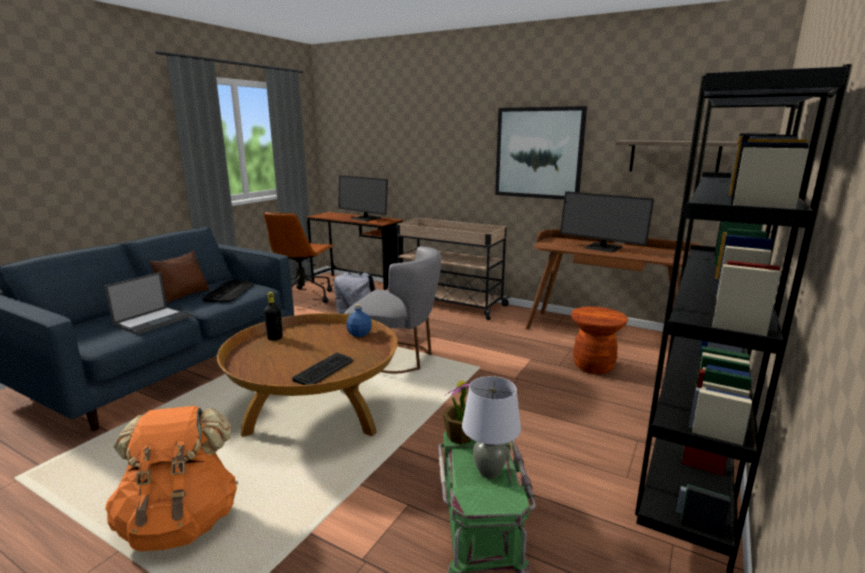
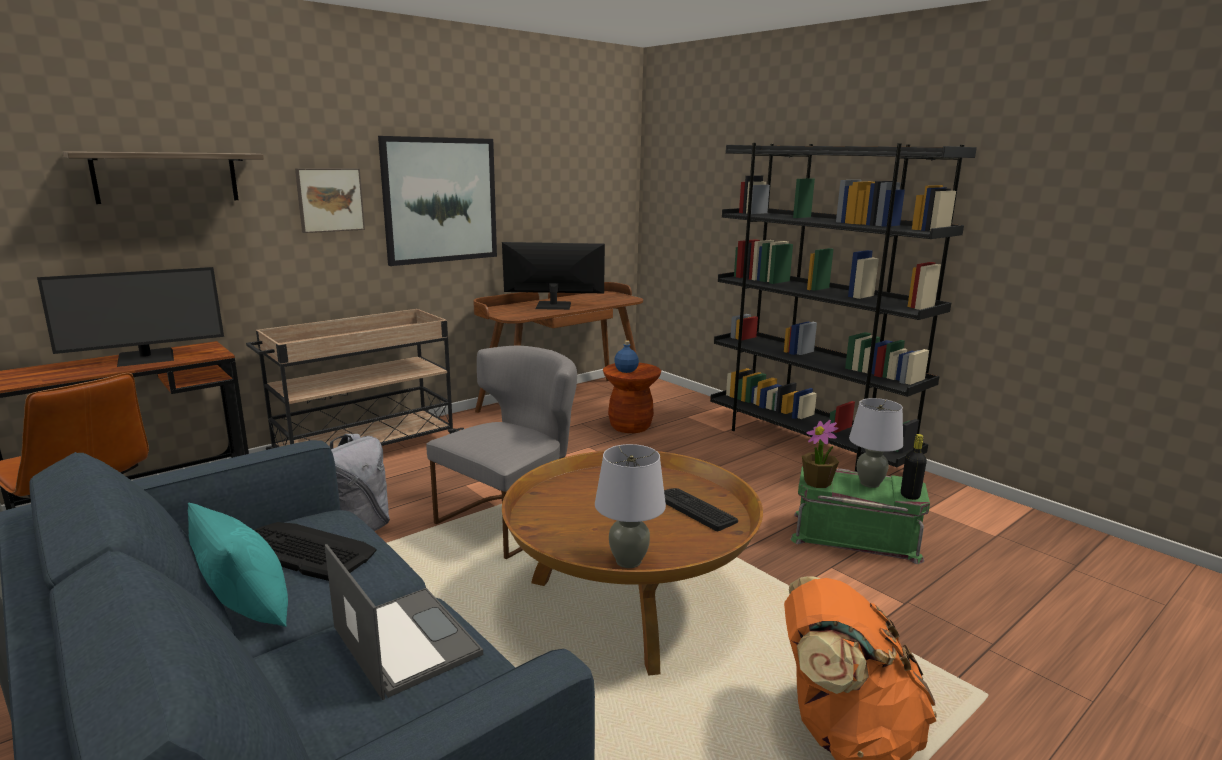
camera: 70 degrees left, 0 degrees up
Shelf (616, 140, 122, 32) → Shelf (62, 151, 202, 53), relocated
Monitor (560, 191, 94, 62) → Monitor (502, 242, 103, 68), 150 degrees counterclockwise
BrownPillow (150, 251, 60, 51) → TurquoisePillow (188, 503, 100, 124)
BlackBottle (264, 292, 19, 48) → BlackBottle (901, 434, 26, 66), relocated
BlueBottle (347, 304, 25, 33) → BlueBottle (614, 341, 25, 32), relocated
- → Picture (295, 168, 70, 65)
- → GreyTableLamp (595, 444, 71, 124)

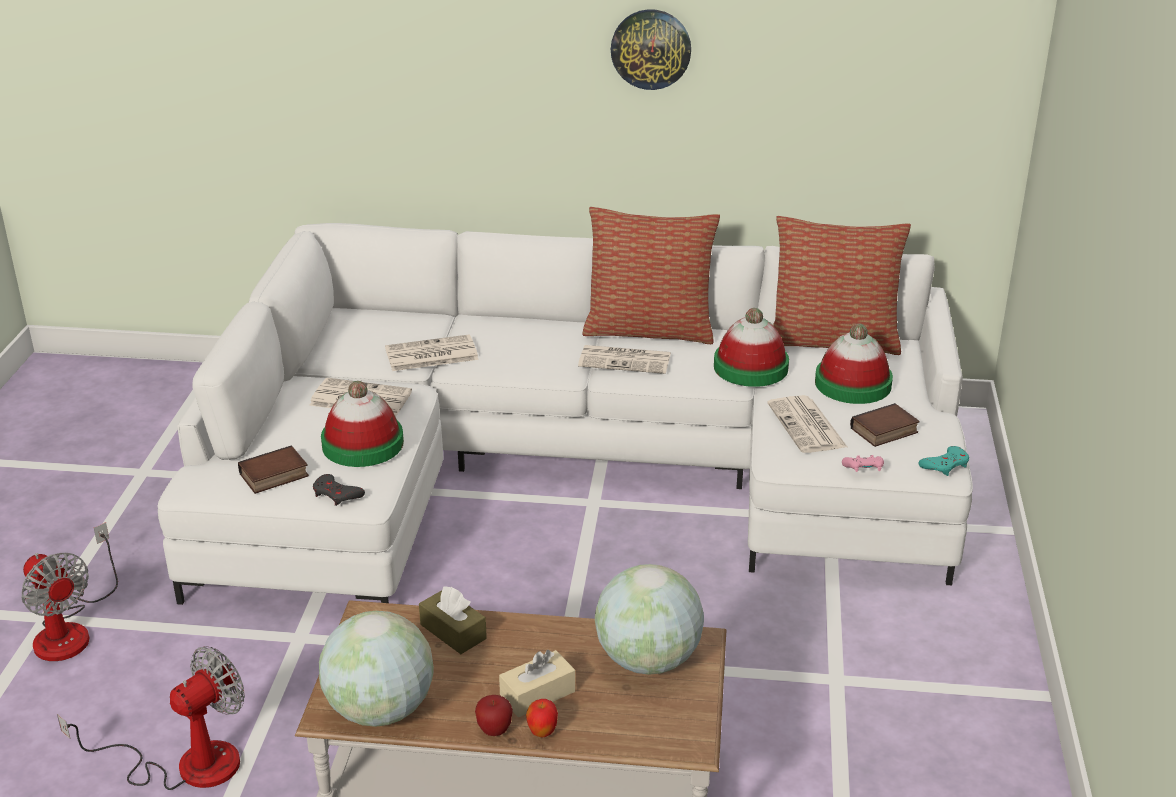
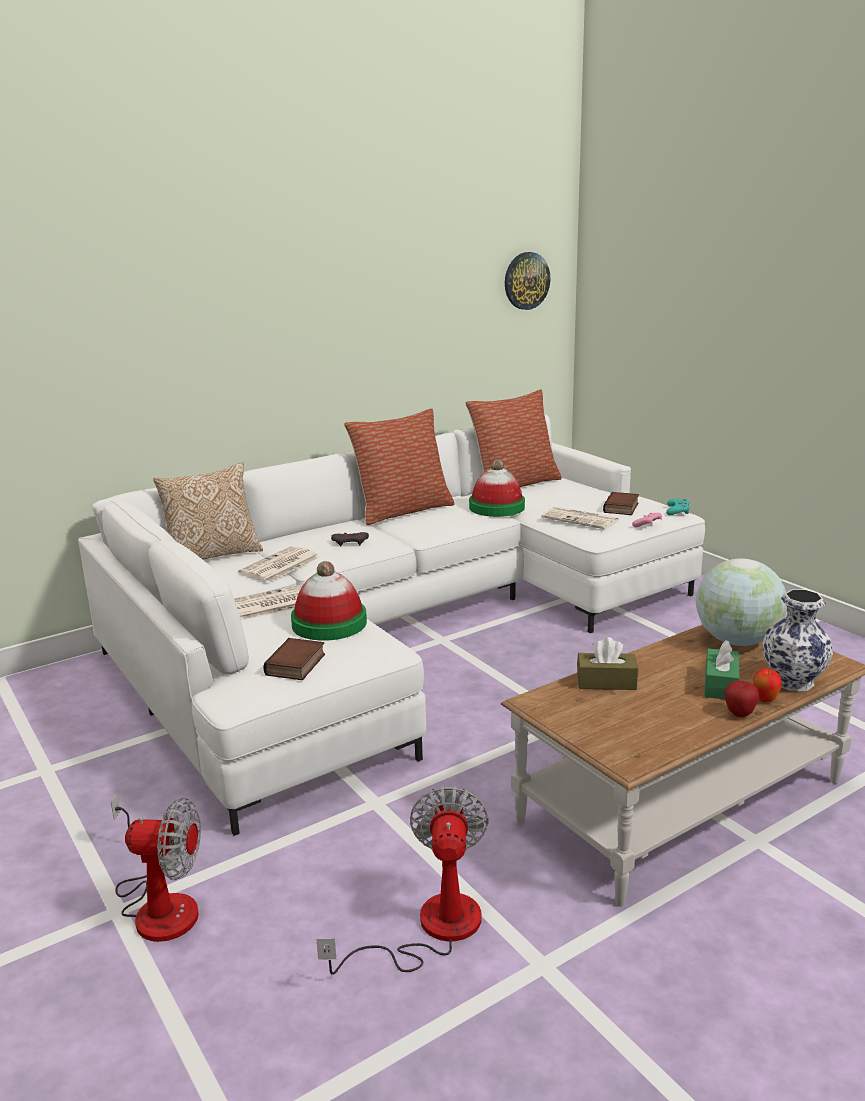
camera: 40 degrees left, 10 degrees down
WallClock (611, 9, 80, 81) → WallClock (505, 252, 45, 58), relocated
Hat (815, 323, 78, 81) → -
Newspaper (578, 345, 93, 29) → -
GreyGameController (313, 474, 52, 32) → GreyGameController (331, 532, 38, 14), relocated
Globe (319, 611, 115, 116) → -
BeigeTissueBox (499, 650, 76, 67) → GreenTissueBox (704, 640, 35, 59)
- → Pillow (153, 462, 110, 98)
- → Vase (762, 589, 71, 102)

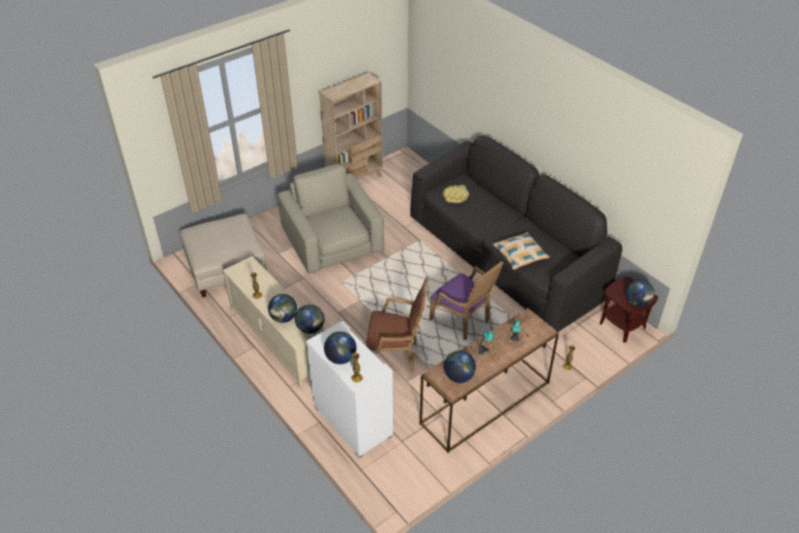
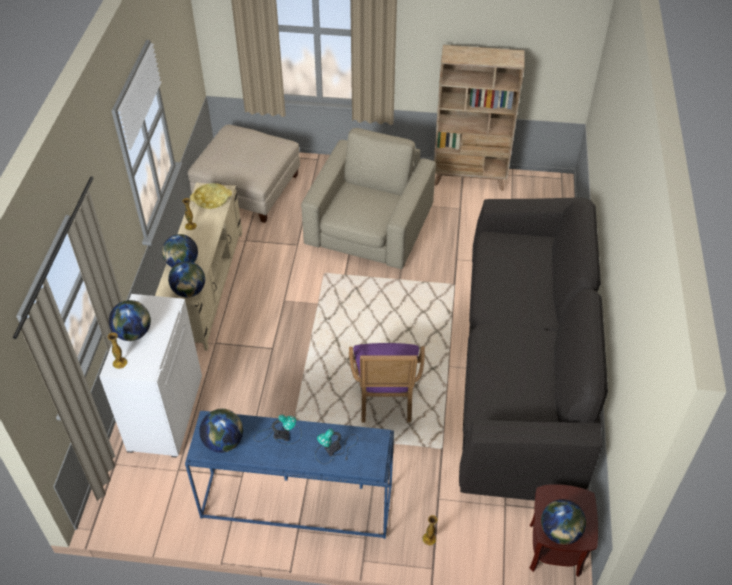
camera: 45 degrees right, 5 degrees up
YellowTray (443, 185, 26, 18) → YellowTray (190, 183, 42, 26), relocated
Pillow (492, 232, 58, 38) → -
BrownArmchair (366, 279, 62, 92) → -
BrownConsoleTable (420, 308, 139, 145) → BlueConsoleTable (185, 411, 209, 128)

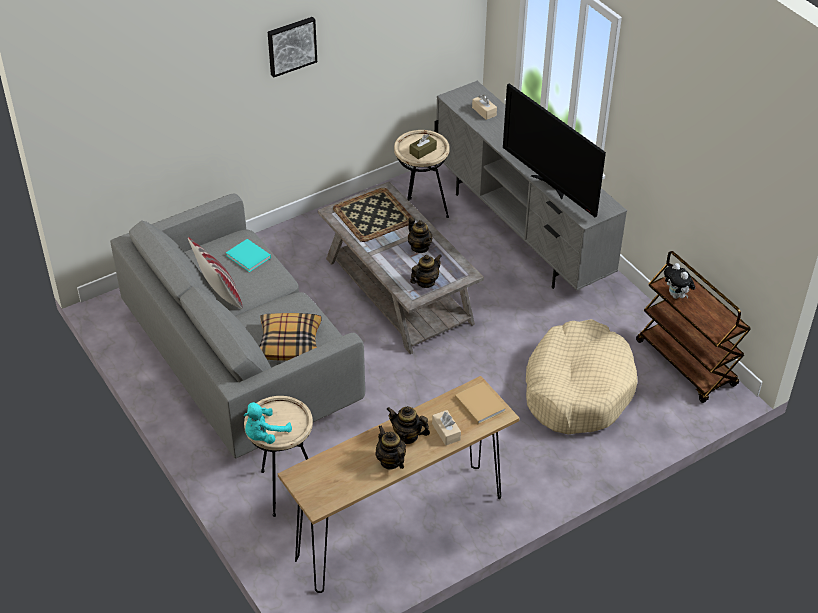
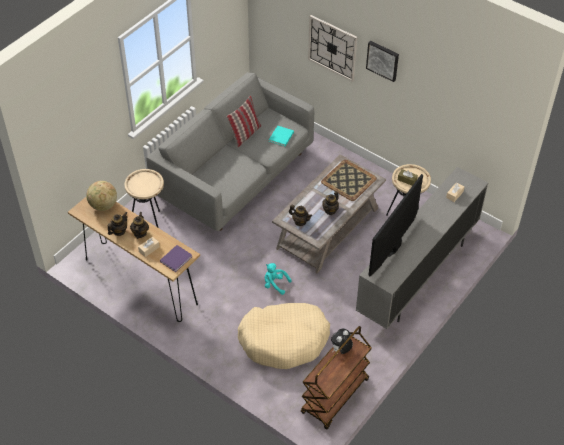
camera: 70 degrees right, 5 degrees up
Pillow (259, 313, 63, 48) → -
BeigeBook (455, 382, 51, 42) → PurpleBook (160, 245, 32, 27)
TurquoisePlushToy (244, 402, 48, 42) → TurquoisePlushToy (265, 263, 26, 32), relocated
- → WallClock (308, 15, 49, 67)
- → Globe (86, 181, 31, 30)

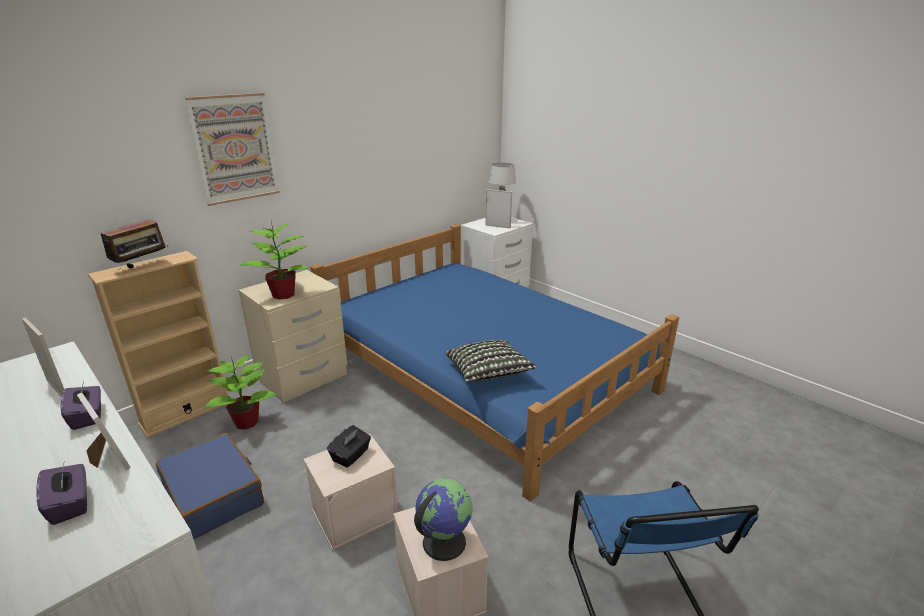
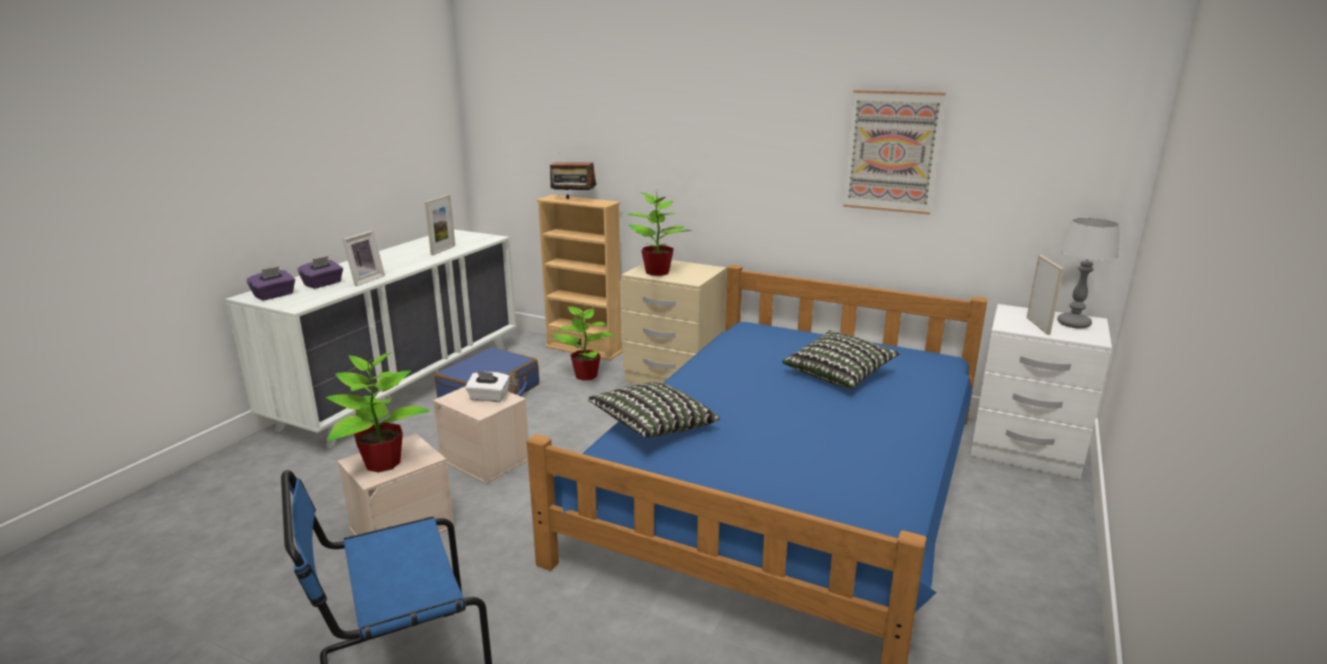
camera: 70 degrees right, 5 degrees down
Picture (185, 93, 95, 113) → Picture (843, 90, 103, 125), relocated
PurpleTissueBox (61, 381, 40, 49) → PurpleTissueBox (247, 267, 48, 33), relocated
BlackTissueBox (327, 425, 44, 43) → WhiteTissueBox (465, 371, 45, 31)
Globe (414, 478, 59, 83) → PottedPlant (326, 352, 103, 120)
- → Pillow (782, 330, 118, 59)

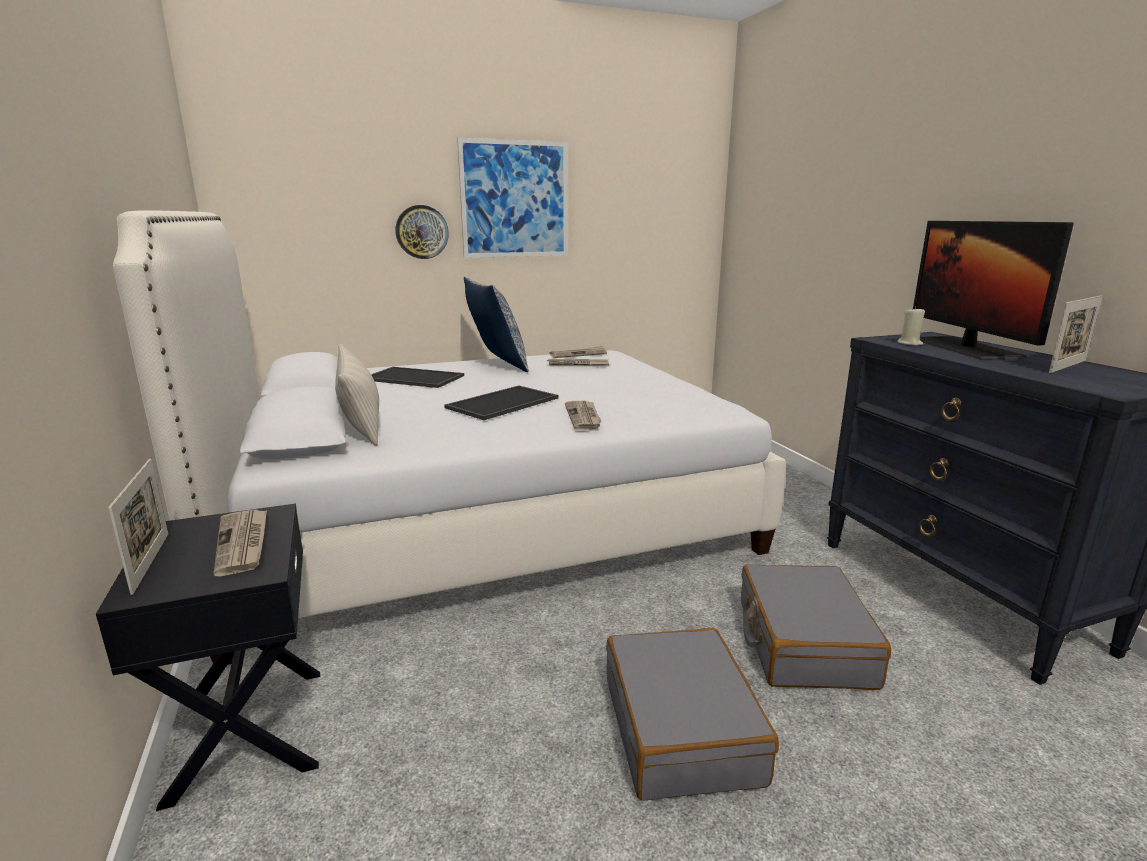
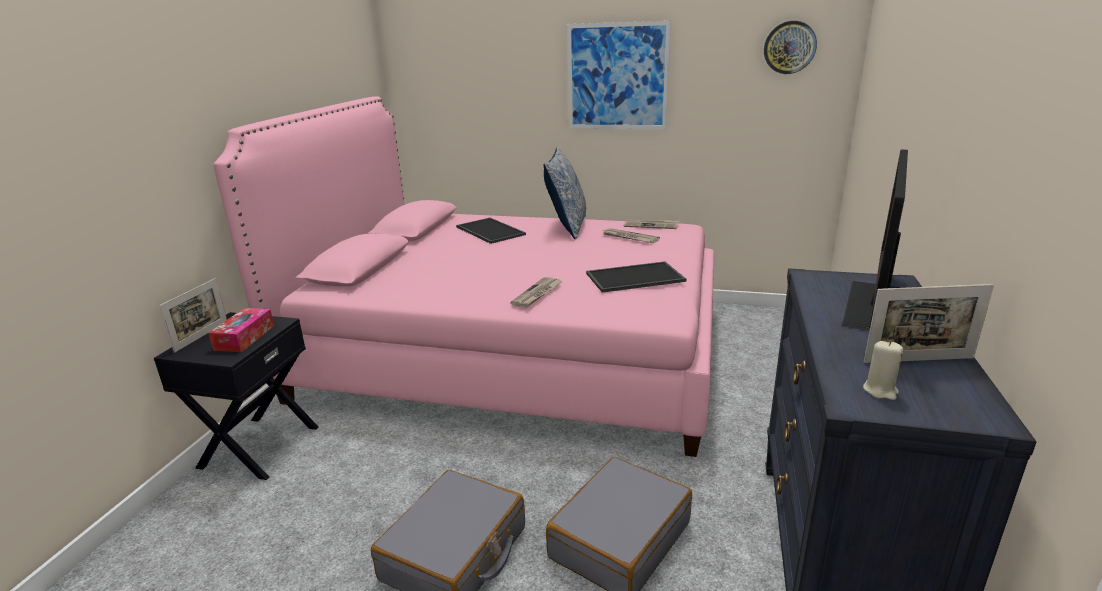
camera: 35 degrees right, 5 degrees up
WallClock (395, 205, 54, 54) → WallClock (764, 21, 53, 53), relocated
WhiteBed (113, 210, 673, 455) → PinkBed (213, 96, 501, 361)
BeigeCandle (898, 307, 27, 39) → BeigeCandle (863, 341, 41, 59), relocated
BeigePillow (335, 344, 44, 102) → -
Tray (444, 385, 114, 35) → Tray (586, 261, 100, 32), relocated
Newspaper (213, 509, 54, 67) → TissueBox (209, 308, 65, 44)

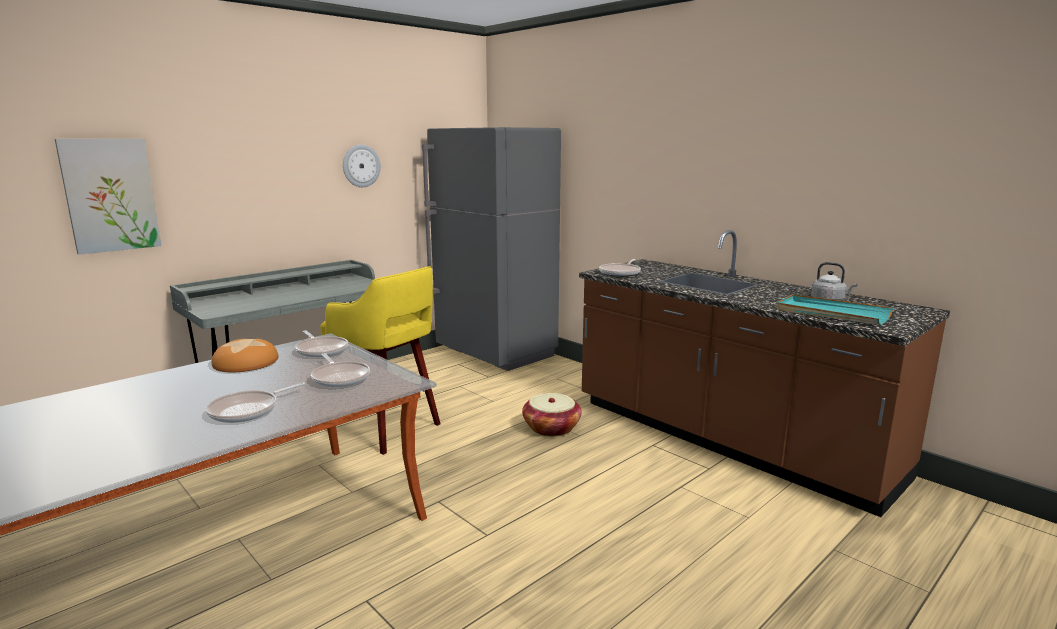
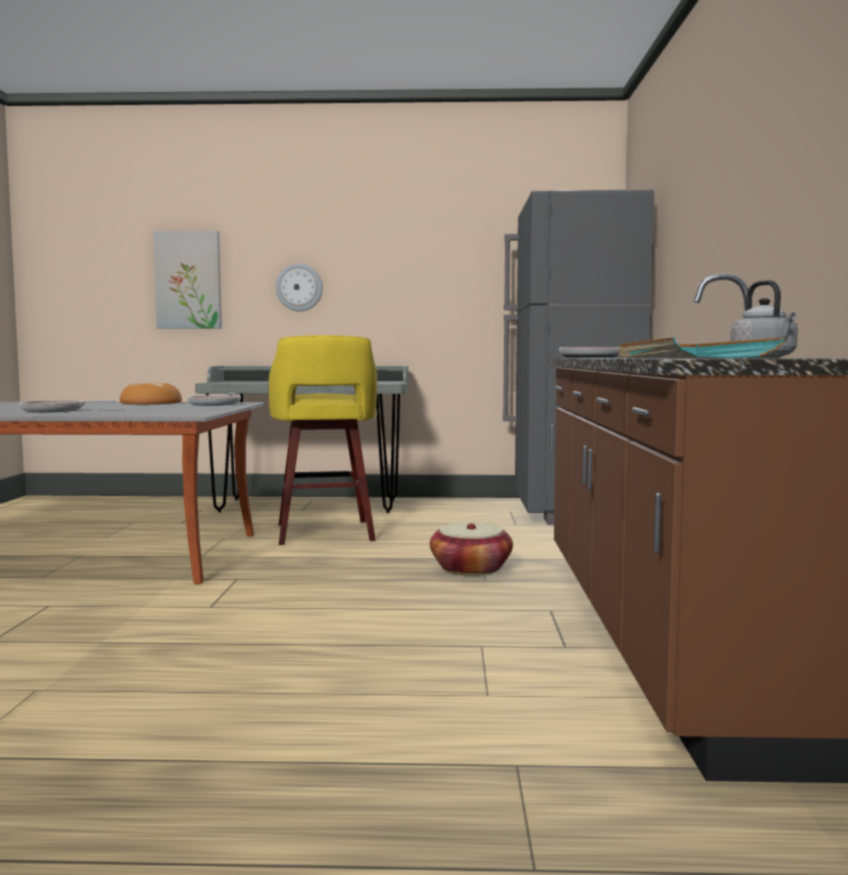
camera: 45 degrees right, 10 degrees down
WallClock (343, 145, 38, 42) → WallClock (276, 263, 47, 48), relocated
FryingPan (311, 353, 59, 35) → -

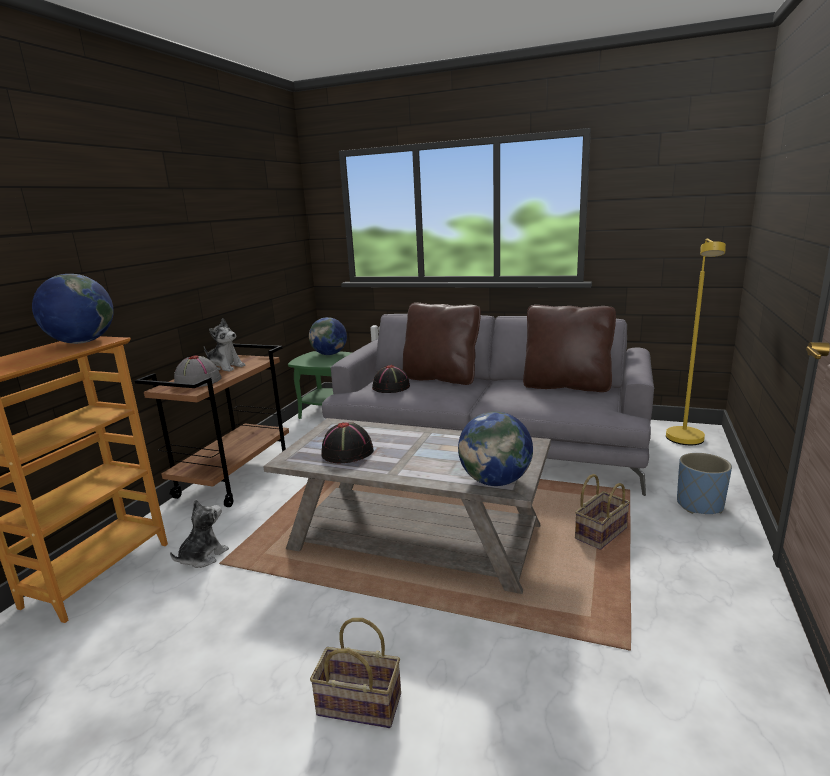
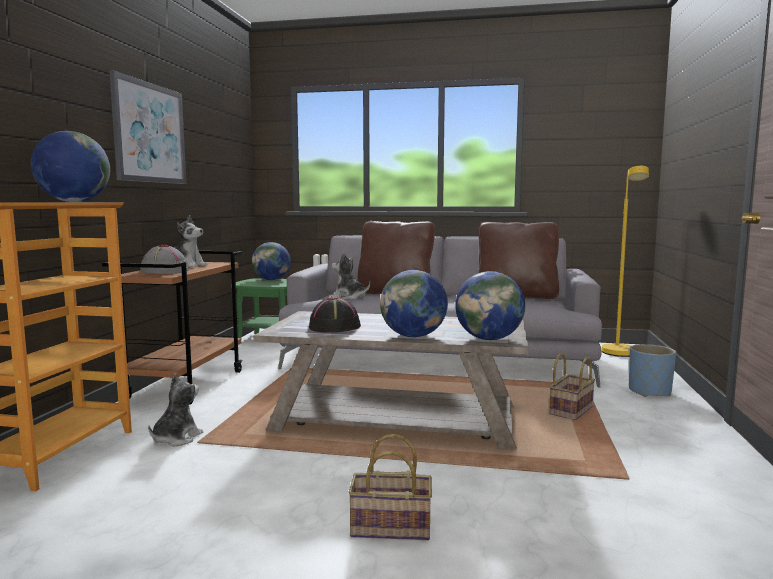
camera: 10 degrees left, 10 degrees down
BlackHat (372, 365, 38, 28) → PlushToy (331, 253, 39, 47)
- → Picture (109, 70, 77, 114)
- → Globe (380, 270, 68, 67)

